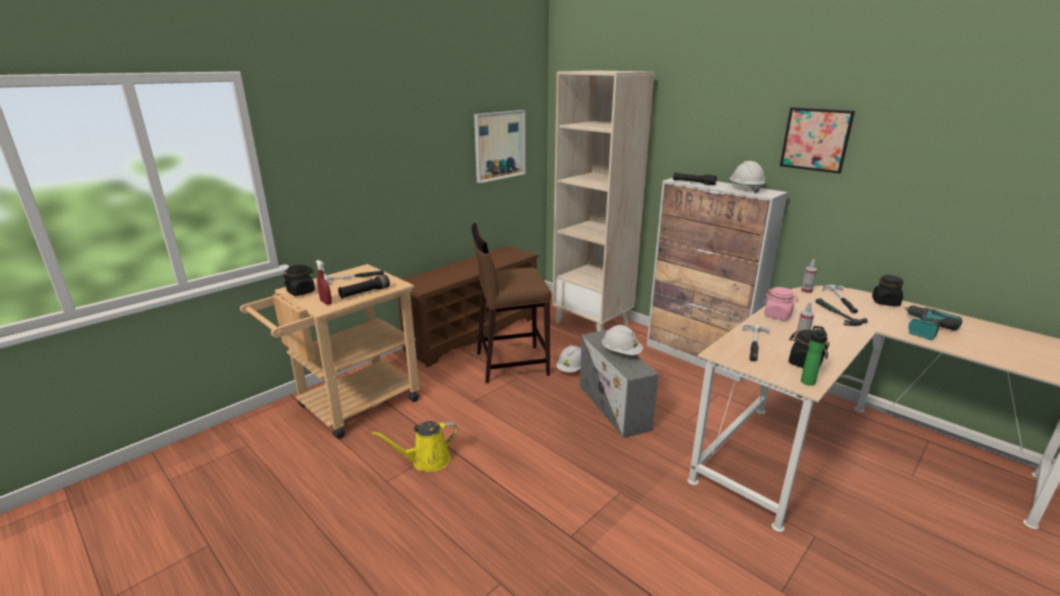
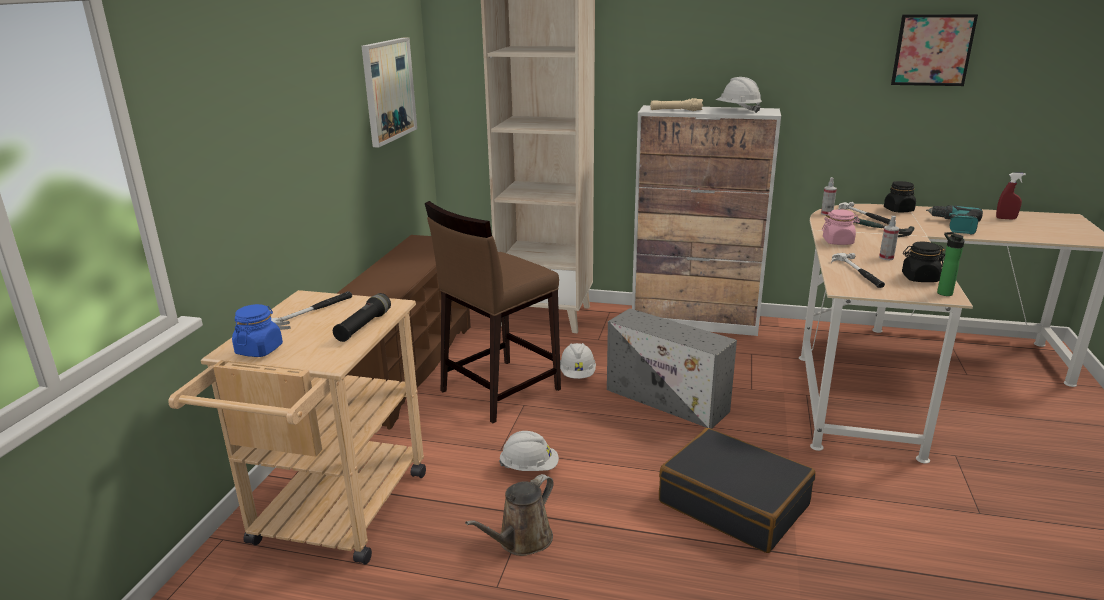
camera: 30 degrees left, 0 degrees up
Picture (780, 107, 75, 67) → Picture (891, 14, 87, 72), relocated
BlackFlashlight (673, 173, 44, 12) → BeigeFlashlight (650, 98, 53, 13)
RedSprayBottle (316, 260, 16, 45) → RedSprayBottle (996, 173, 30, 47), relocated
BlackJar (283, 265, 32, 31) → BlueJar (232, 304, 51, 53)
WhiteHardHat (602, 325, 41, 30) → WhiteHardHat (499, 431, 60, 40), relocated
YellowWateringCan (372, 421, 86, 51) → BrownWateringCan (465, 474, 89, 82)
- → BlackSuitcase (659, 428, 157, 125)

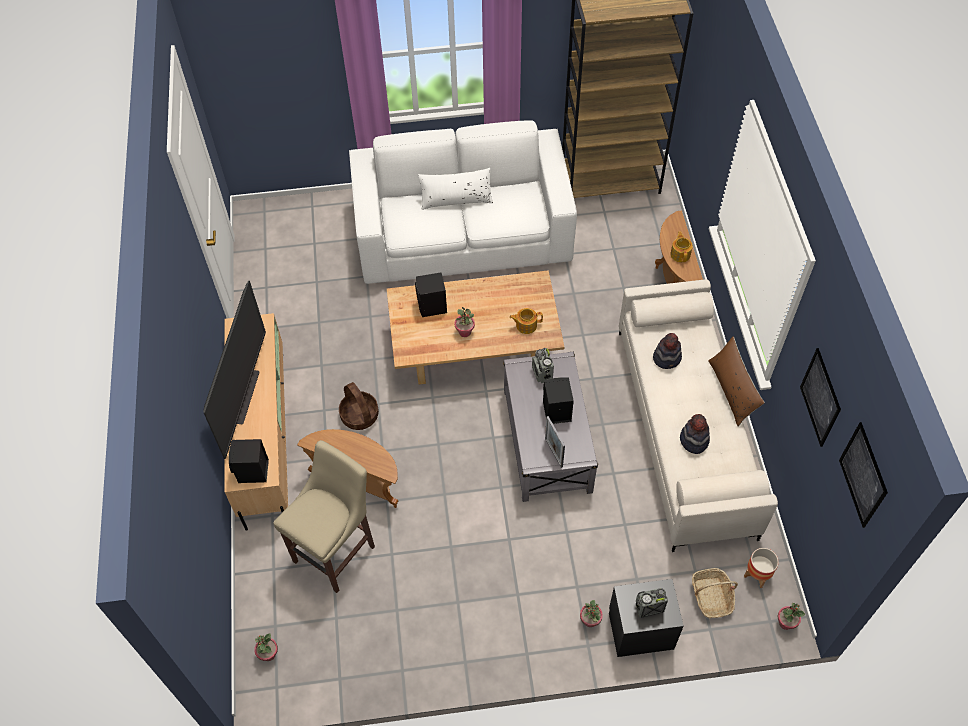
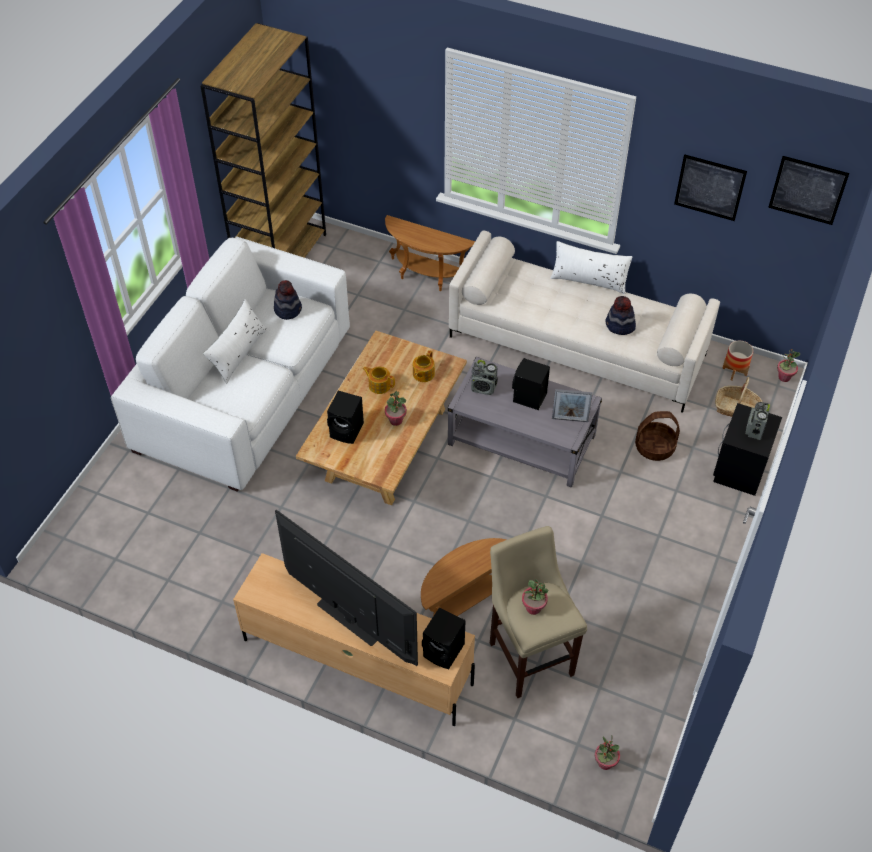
camera: 60 degrees left, 5 degrees down
Teapot (670, 232, 23, 30) → Teapot (363, 367, 32, 27), relocated
Hat (653, 333, 29, 36) → Hat (274, 280, 28, 40), relocated
BrownPillow (708, 336, 57, 90) → WhitePillow (551, 241, 82, 53)
Basket (339, 382, 40, 48) → Basket (635, 411, 45, 50), relocated
PottedPlant (580, 600, 23, 27) → PottedPlant (522, 579, 26, 36), relocated

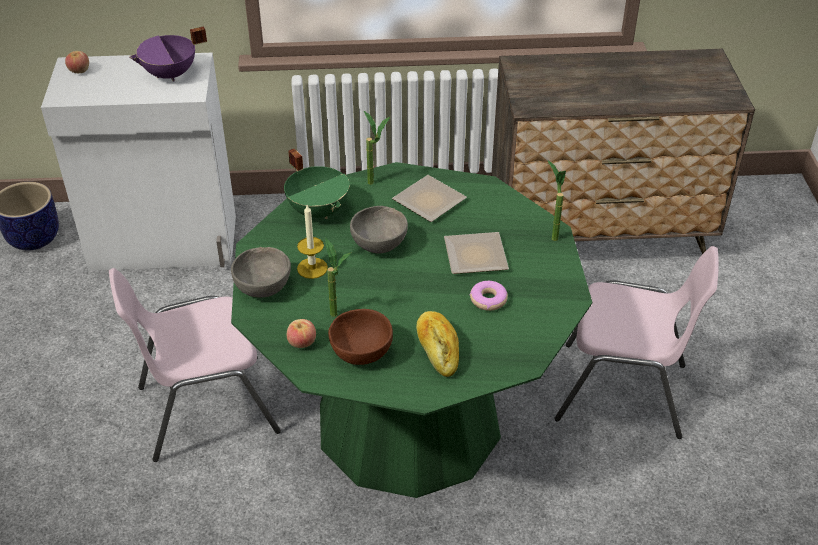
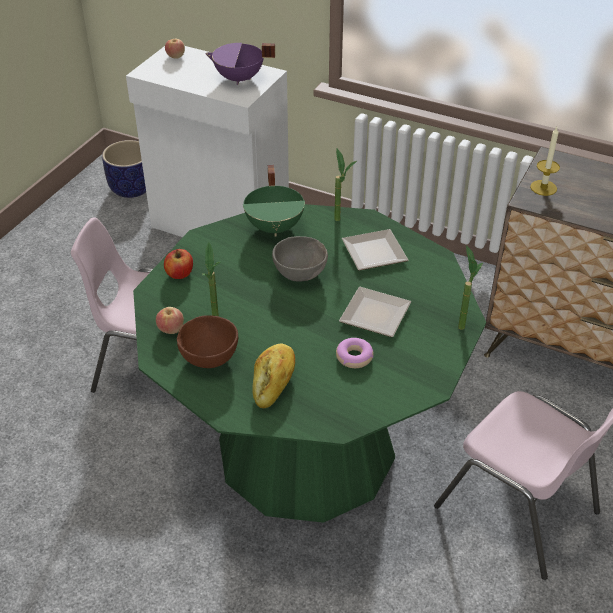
camera: 30 degrees right, 0 degrees up
Candle (297, 205, 31, 74) → Candle (530, 127, 30, 69), relocated
GreyBowl (231, 247, 60, 51) → Apple (164, 249, 29, 30)

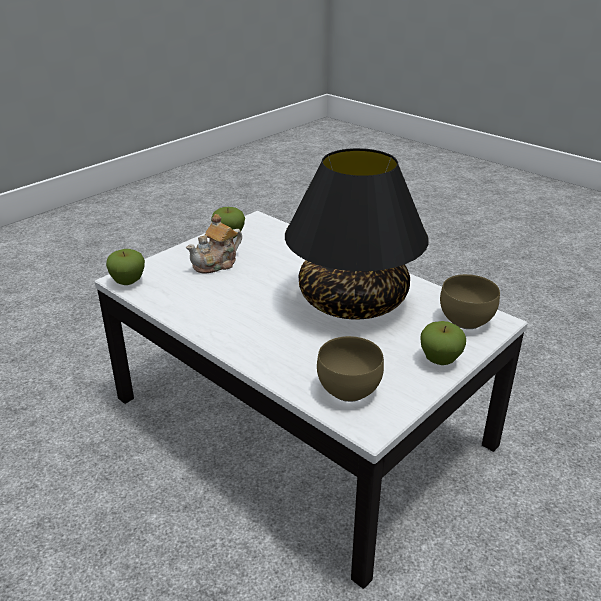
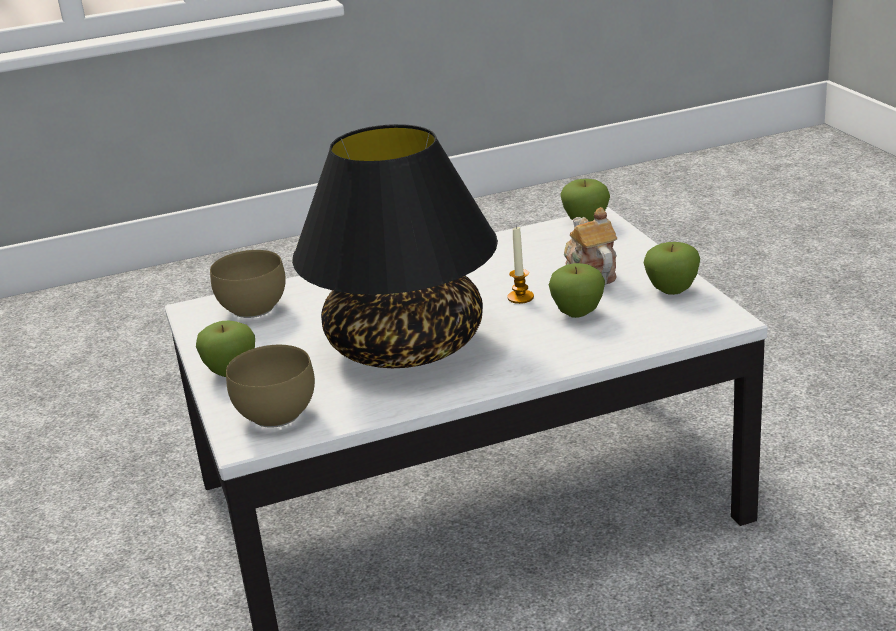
camera: 120 degrees right, 5 degrees down
- → Candle (507, 227, 27, 77)
- → Apple (549, 263, 56, 55)

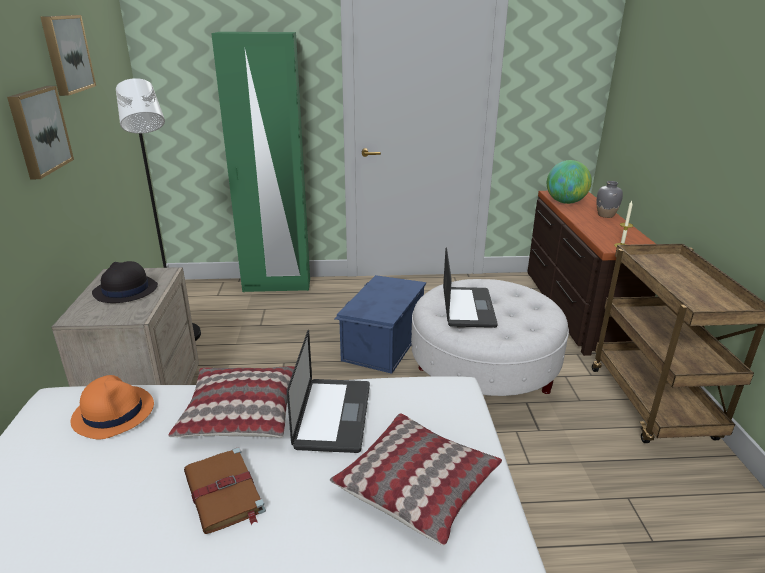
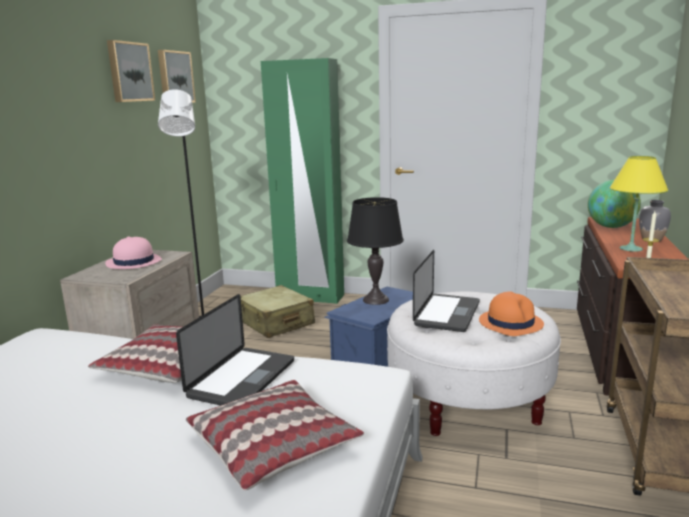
camera: 20 degrees right, 10 degrees down
Picture (7, 86, 67, 93) → Picture (158, 50, 38, 53), relocated
BlackHat (92, 261, 66, 42) → PinkHat (105, 236, 57, 33)
OrangeHat (71, 375, 83, 64) → OrangeHat (479, 292, 65, 44), relocated
BrownBook (184, 447, 82, 87) → -
- → YellowTableLamp (609, 156, 60, 96)
- → BlackTableLamp (347, 197, 57, 108)
- → BeigeSuitcase (240, 285, 75, 53)

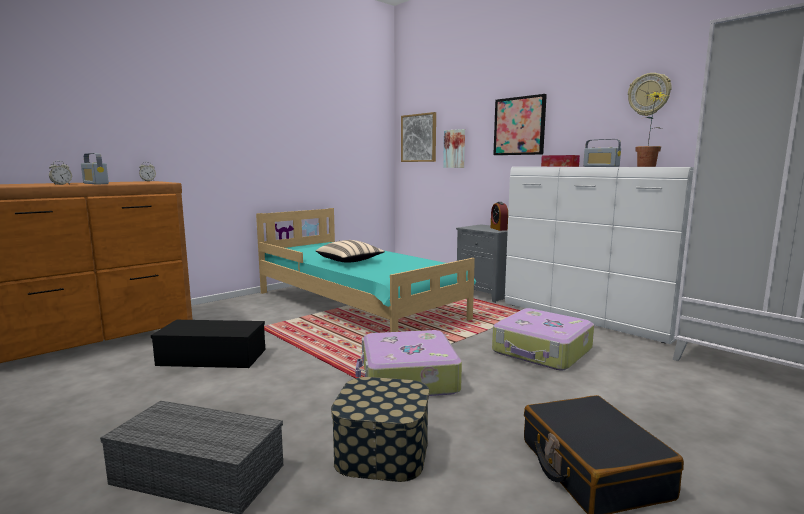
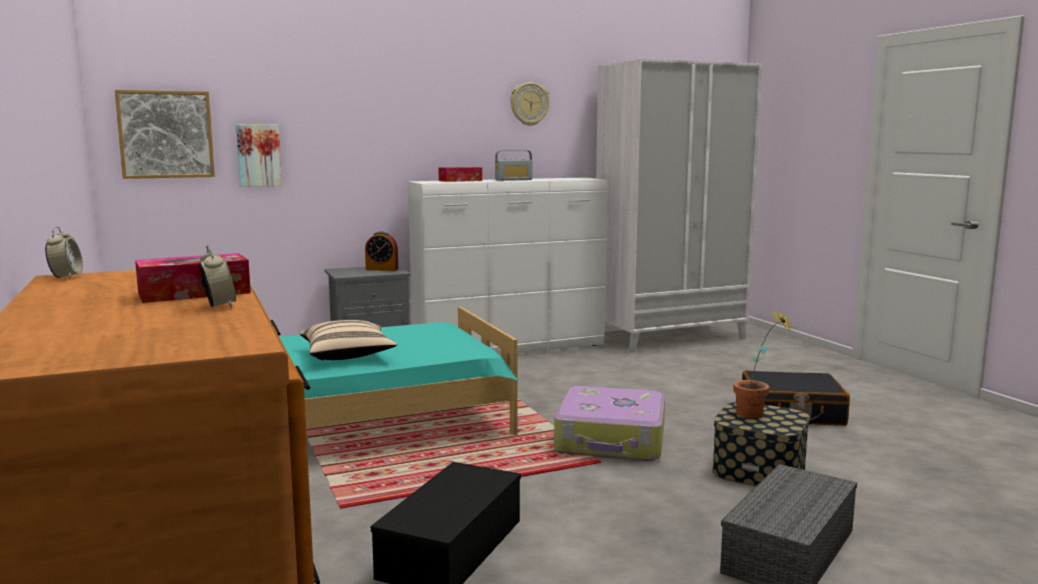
camera: 70 degrees left, 0 degrees up
PottedPlant (636, 91, 34, 76) → PottedPlant (733, 309, 59, 109), relocated
Picture (493, 94, 54, 61) → -
Radio (81, 153, 28, 31) → TissueBox (135, 253, 116, 50)
Suitcase (492, 308, 102, 63) → -

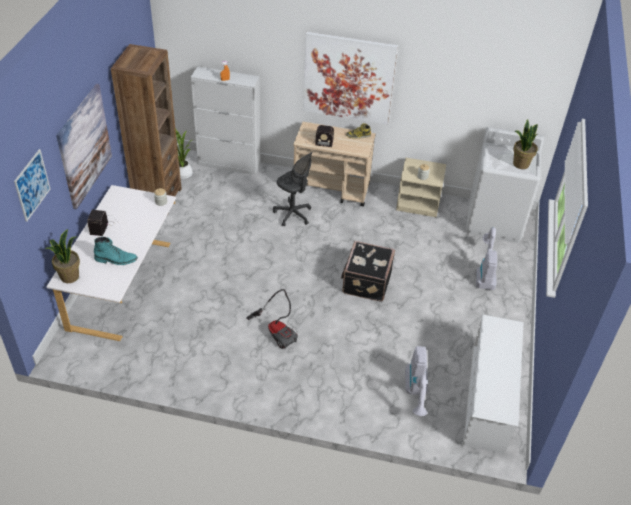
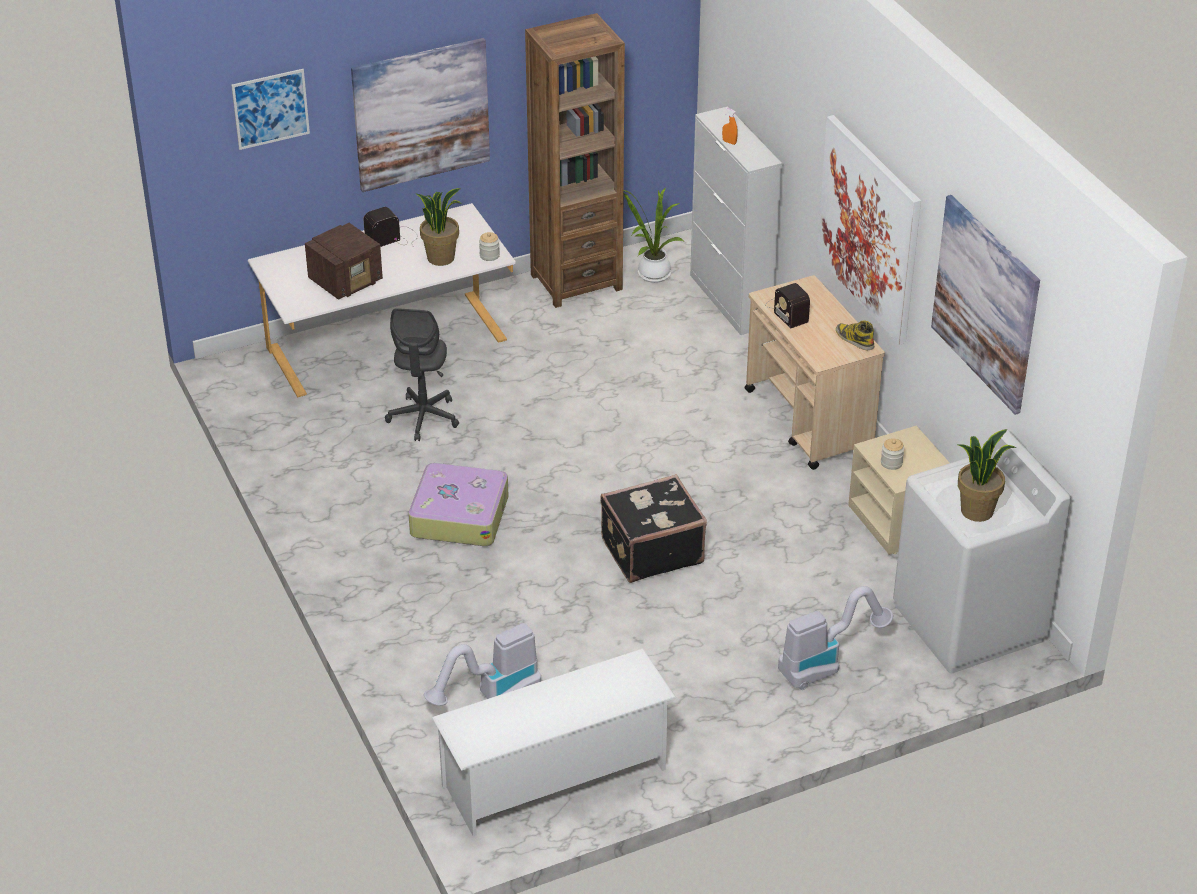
camera: 55 degrees right, 5 degrees down
GreyOfficeChair (273, 152, 39, 75) → GreyOfficeChair (385, 308, 74, 133), relocated
PottedPlant (45, 229, 35, 54) → PottedPlant (415, 188, 47, 78), relocated
TurquoiseBoot (94, 237, 44, 28) → Radio (305, 223, 78, 77)
VacuumCleaner (246, 289, 52, 60) → Suitcase (408, 462, 100, 84)
- → Picture (931, 195, 109, 220)

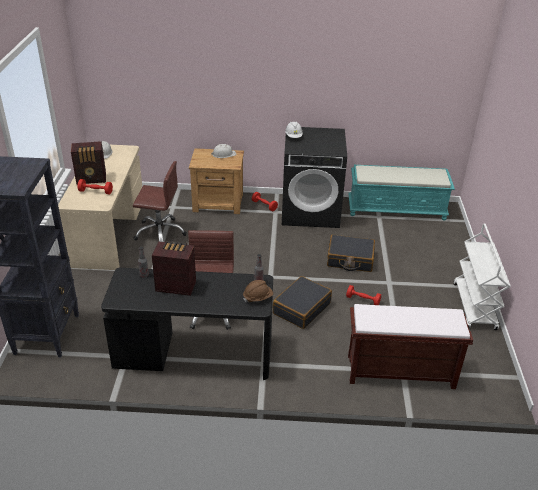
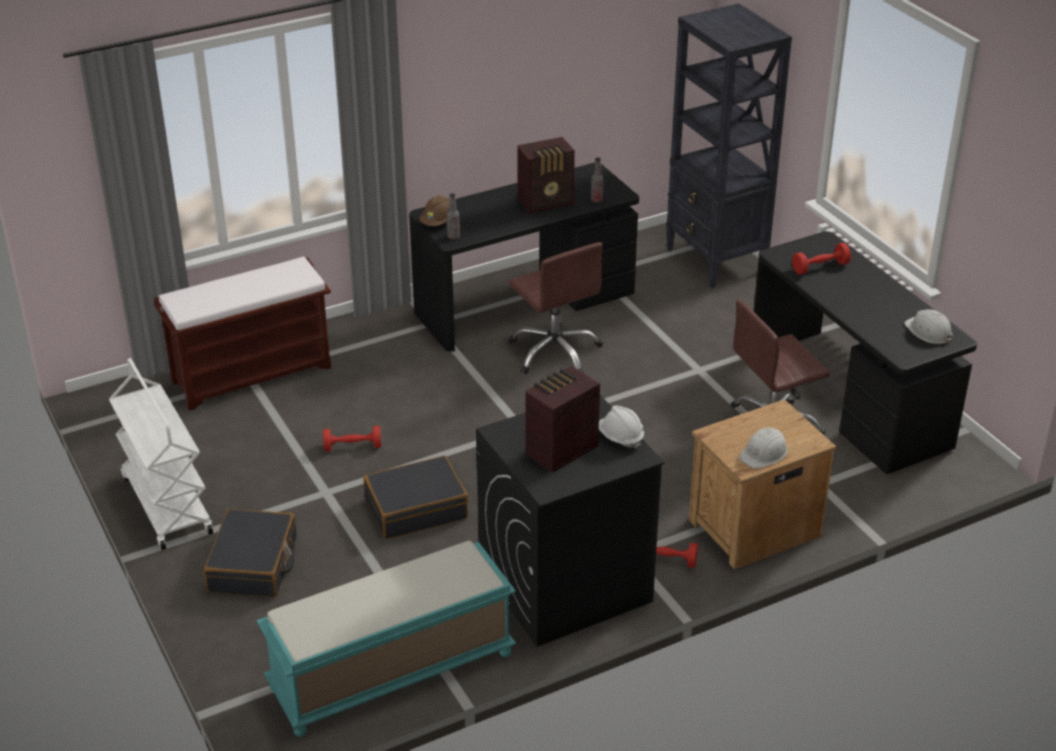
camera: 150 degrees right, 0 degrees up
Radio (71, 141, 35, 44) → Radio (525, 366, 75, 107), relocated
BeigeDesk (58, 145, 84, 125) → BlackDesk (753, 231, 224, 243)
BlackSuitcase (273, 276, 59, 53) → BlackSuitcase (204, 509, 93, 88), relocated

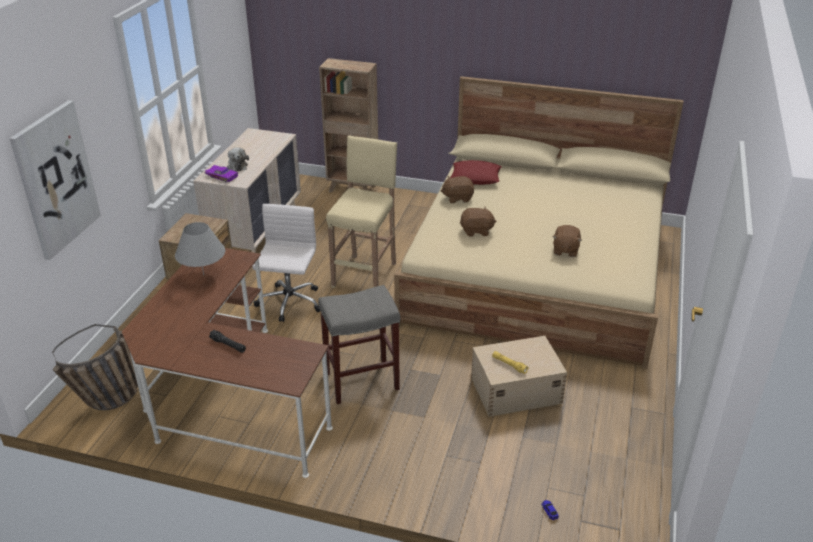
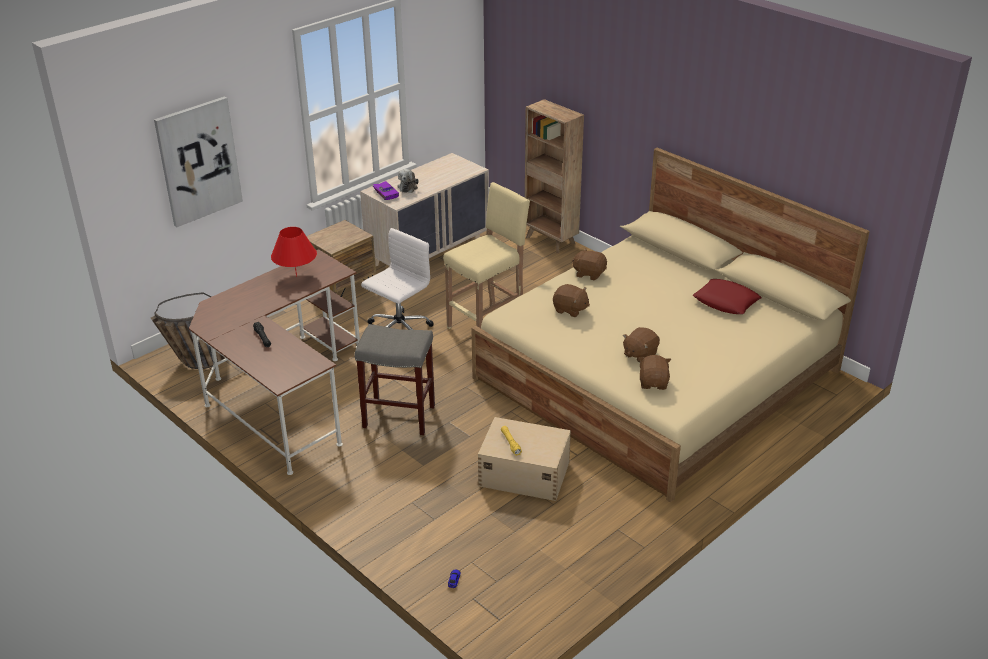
camera: 30 degrees right, 0 degrees up
RedPillow (450, 160, 51, 25) → RedPillow (693, 279, 69, 35), relocated
GreyTableLamp (175, 222, 50, 53) → RedTableLamp (271, 227, 46, 50)
- → BrownPlushToy (639, 355, 32, 35)

